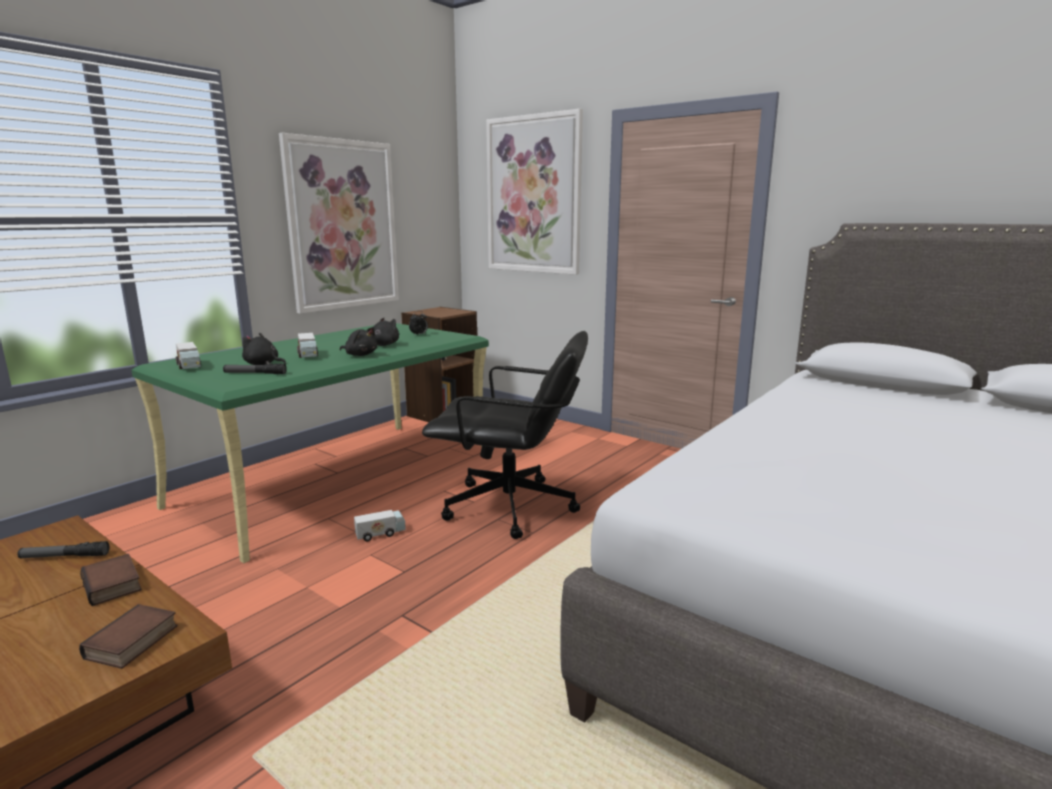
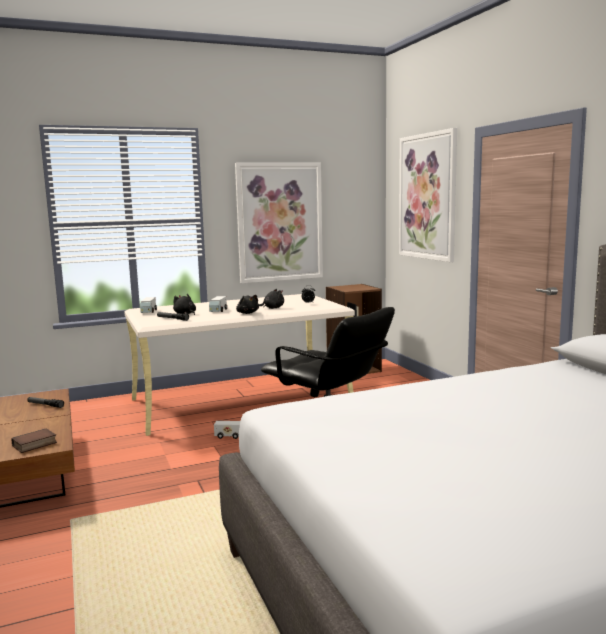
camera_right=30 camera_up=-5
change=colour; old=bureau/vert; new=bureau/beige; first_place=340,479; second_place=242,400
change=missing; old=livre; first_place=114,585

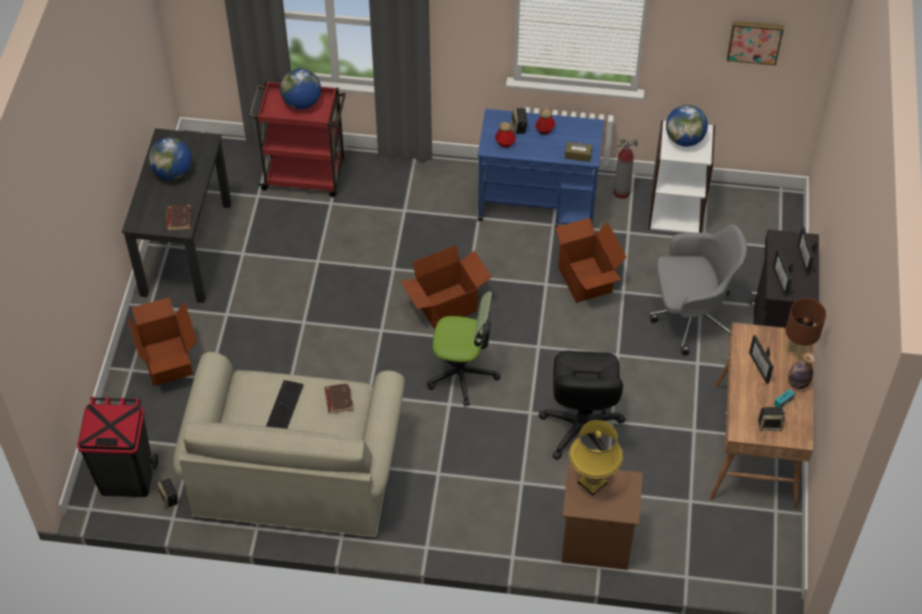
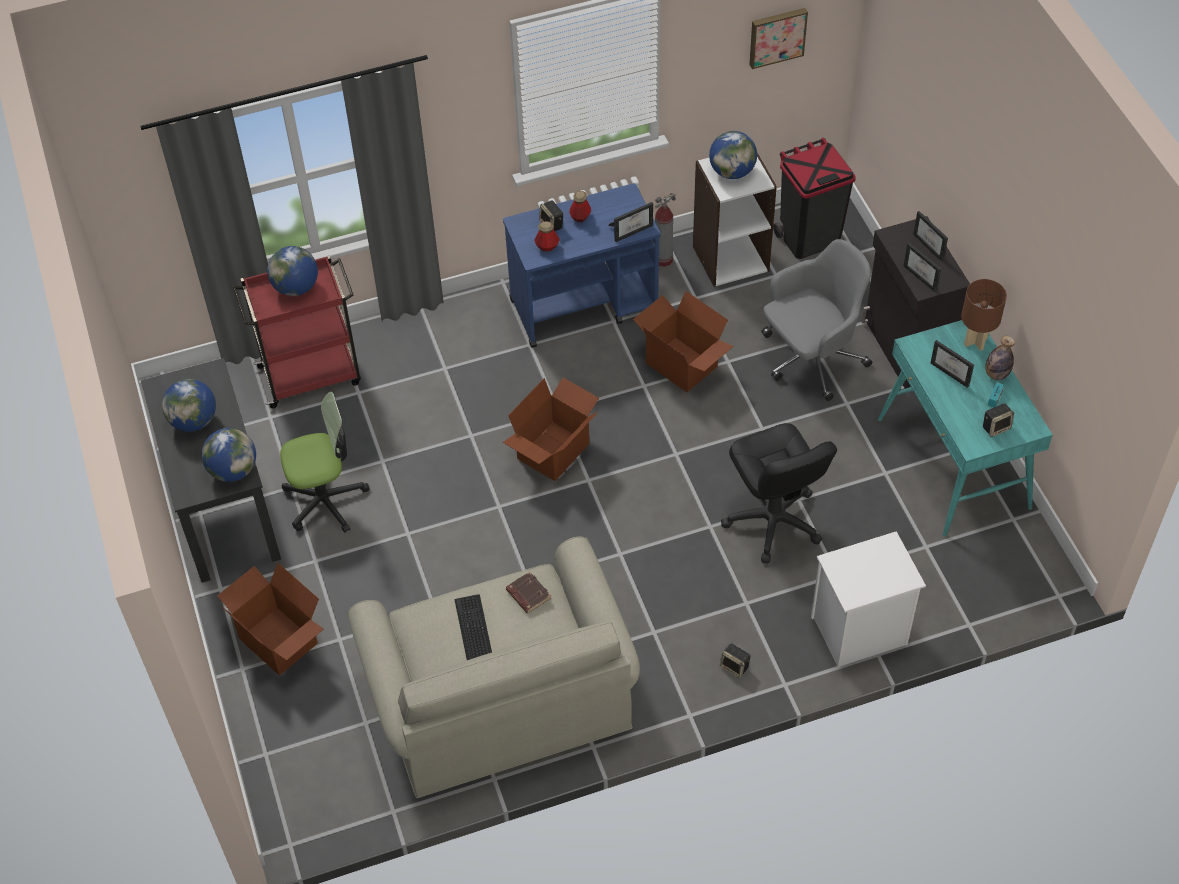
camera_right=-25 camera_up=0
change=exchanged; old=livre/marron; new=globe; first_place=178,219; second_place=233,470
change=relocated; old=chaise de bureau; first_place=462,374; second_place=325,500
change=exchanged; old=boîte à mouchoirs/marron; new=cadre photo; first_place=578,155; second_place=632,230
change=relocated; old=enceinte; first_place=169,498; second_place=735,667
change=relocated; old=poubelle/noir; first_place=127,478; second_place=808,238
change=colour; old=table de chevet/marron; new=table de chevet/blanc; first_place=595,543; second_place=859,632
change=colour; old=bureau/marron; new=bureau/turquoise; first_place=755,446; second_place=954,464
change=missing; old=lampe de table/jaune; first_place=592,482

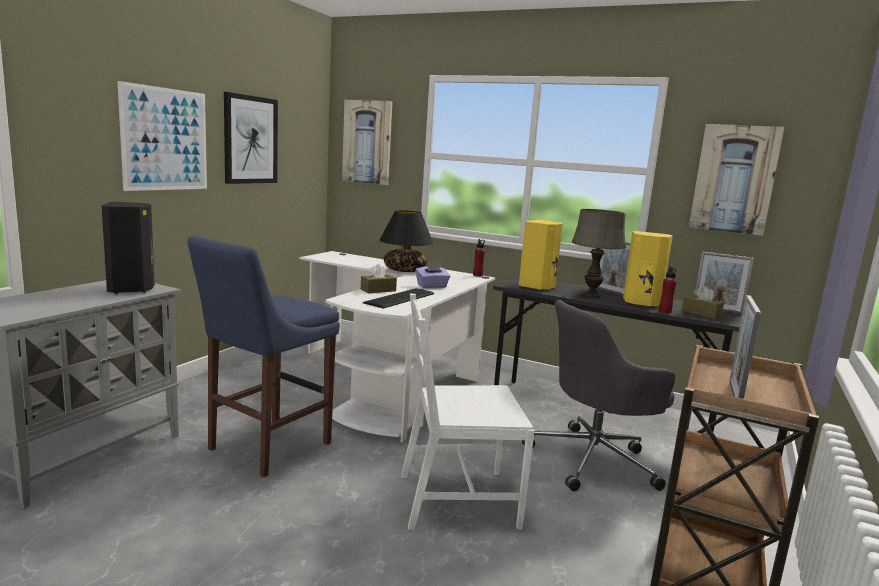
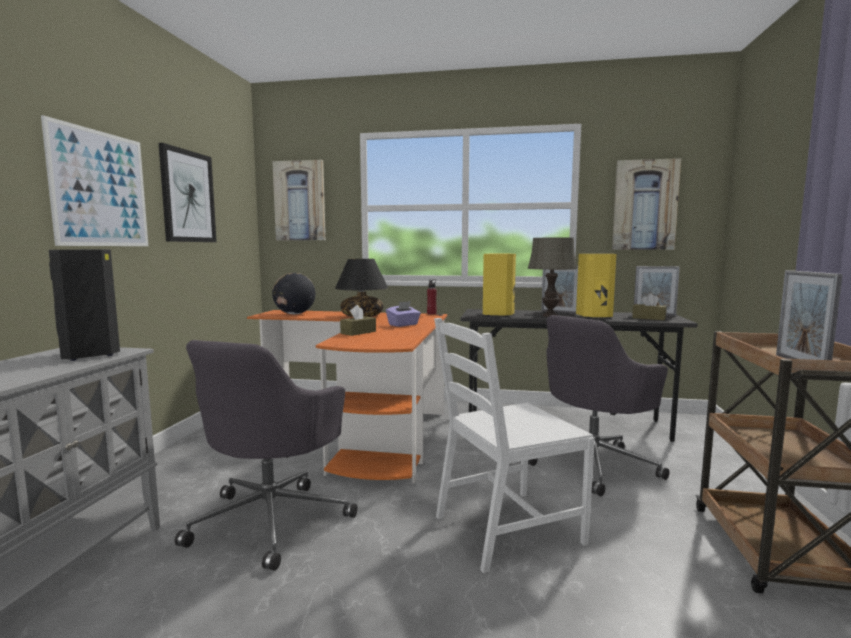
camera_right=-15 camera_up=-5
change=exchanged; old=tabouret/bleu; new=chaise de bureau/gris; first_place=265,448; second_place=272,519
change=colour; old=bureau/blanc; new=bureau/orange; first_place=393,381; second_place=365,427
change=appeared; new=globe; second_place=294,314
change=missing; old=clavier; first_place=402,298
change=missing; old=bouteille/rouge; first_place=665,311

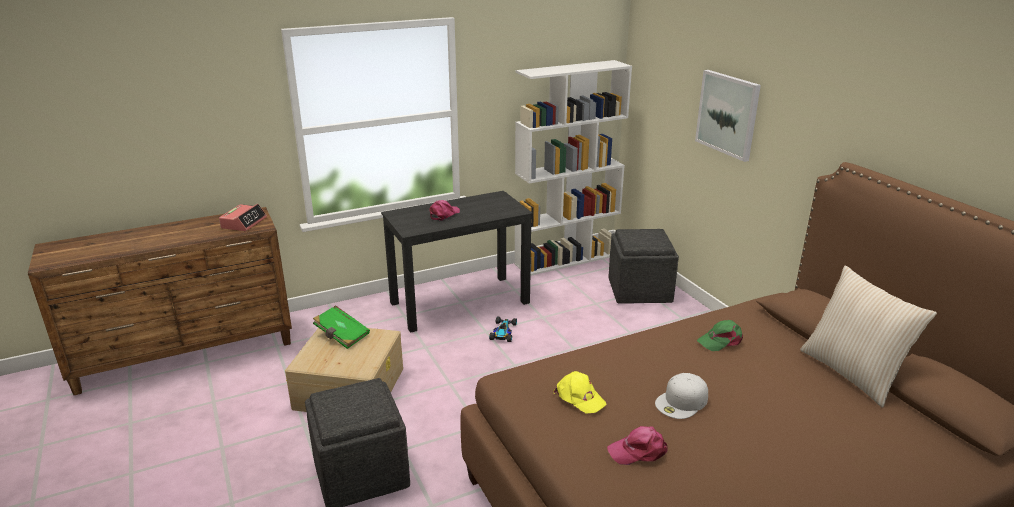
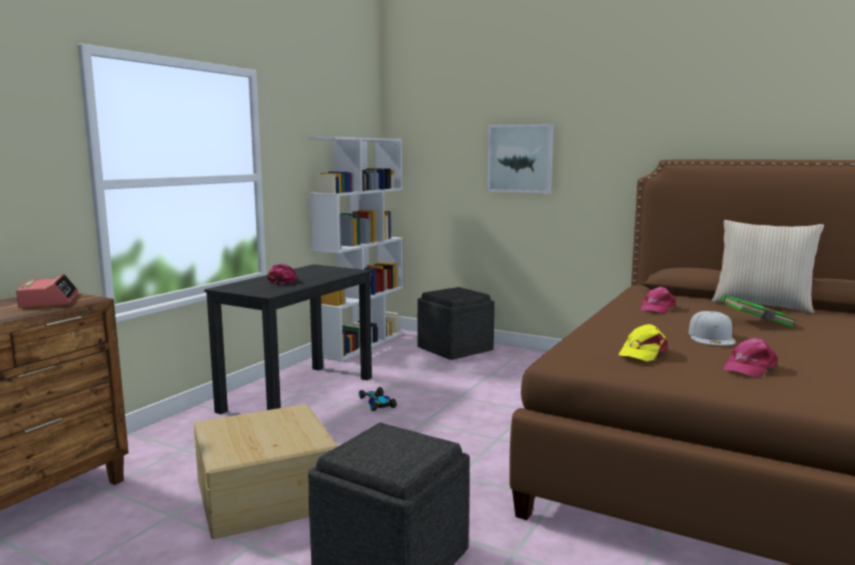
camera_right=-35 camera_up=-15
change=spun; old=casquette/jaune; first_place=579,397; second_place=642,352; degrees=120
change=colour; old=casquette/vert; new=casquette/rose; first_place=721,341; second_place=656,308
change=relocated; old=livre/vert; first_place=341,336; second_place=757,323

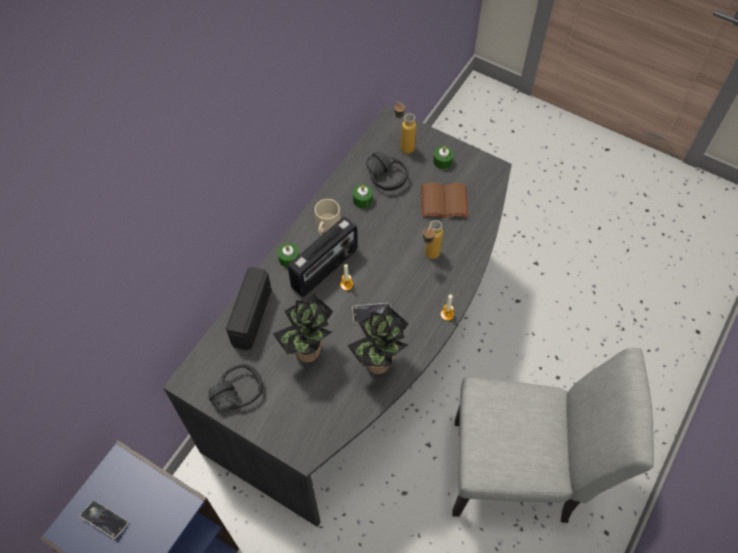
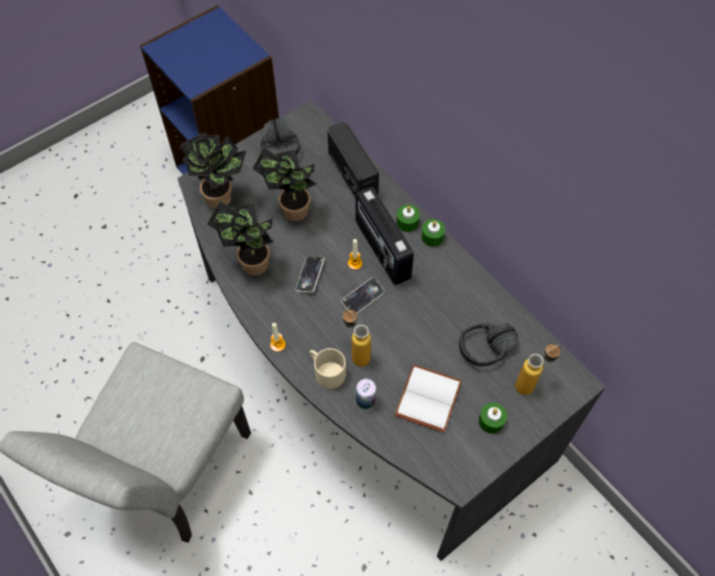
camera_right=110 camera_up=0
change=appeared; new=plante en pot; second_place=222,197
change=relocated; old=mug/beige; first_place=326,226; second_place=325,372
change=spun; old=radio; first_place=251,317; second_place=352,175; degrees=-150
change=relocated; old=téléphone; first_place=105,520; second_place=363,298
change=appeared; new=boîte métallique; second_place=365,402
change=colour; old=livre/marron; new=livre/blanc; first_place=443,203; second_place=426,397
change=relocated; old=bougie/vert; first_place=362,200; second_place=432,237

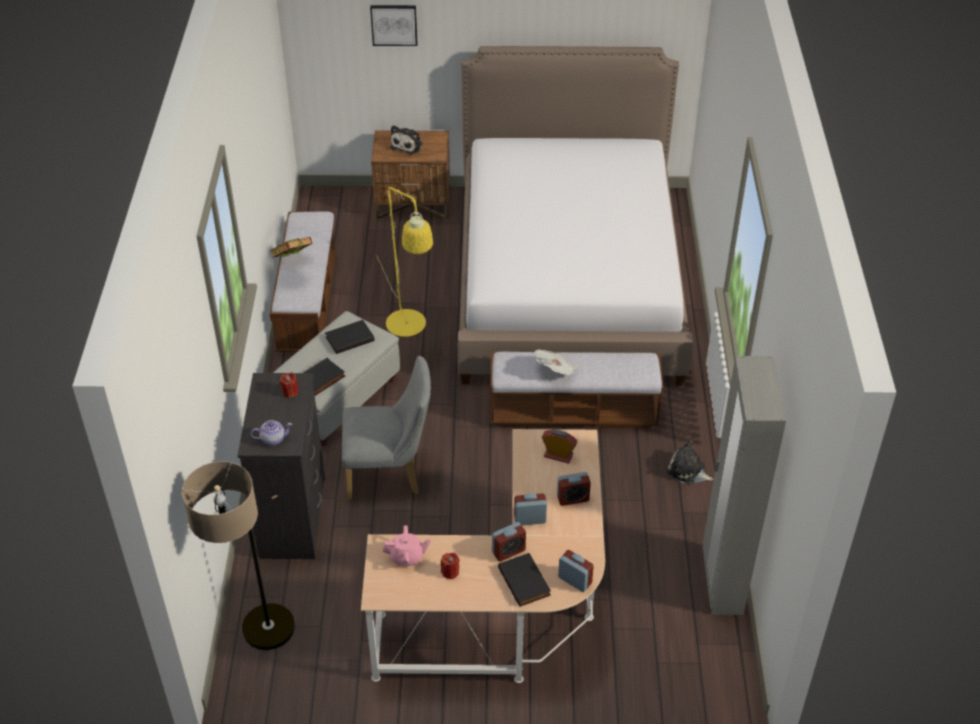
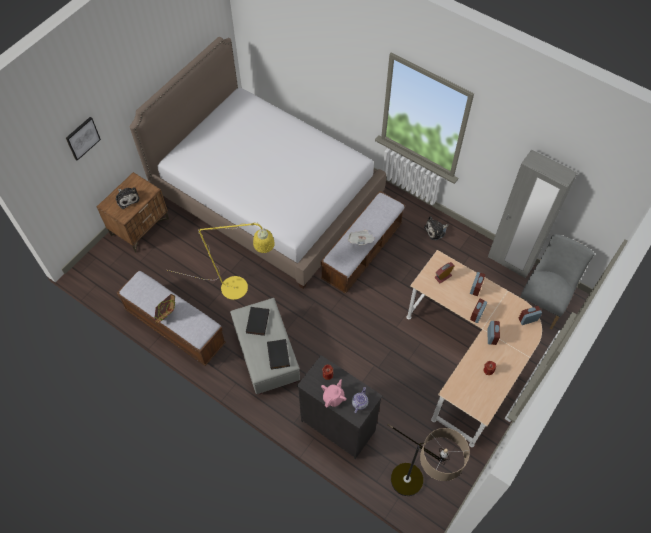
camera_right=-55 camera_up=15
change=relocated; old=théière/rose; first_place=407,557; second_place=333,397
change=relocated; old=chaise/gris; first_place=390,473; second_place=543,301
change=missing; old=livre/noir; first_place=525,581

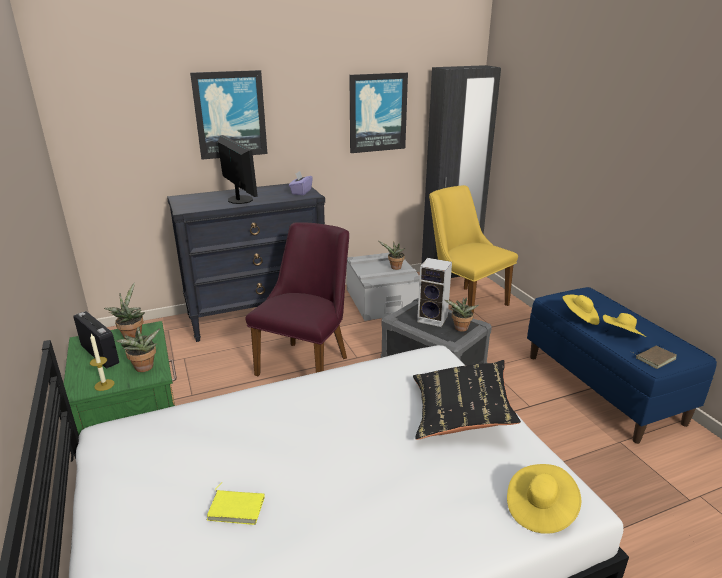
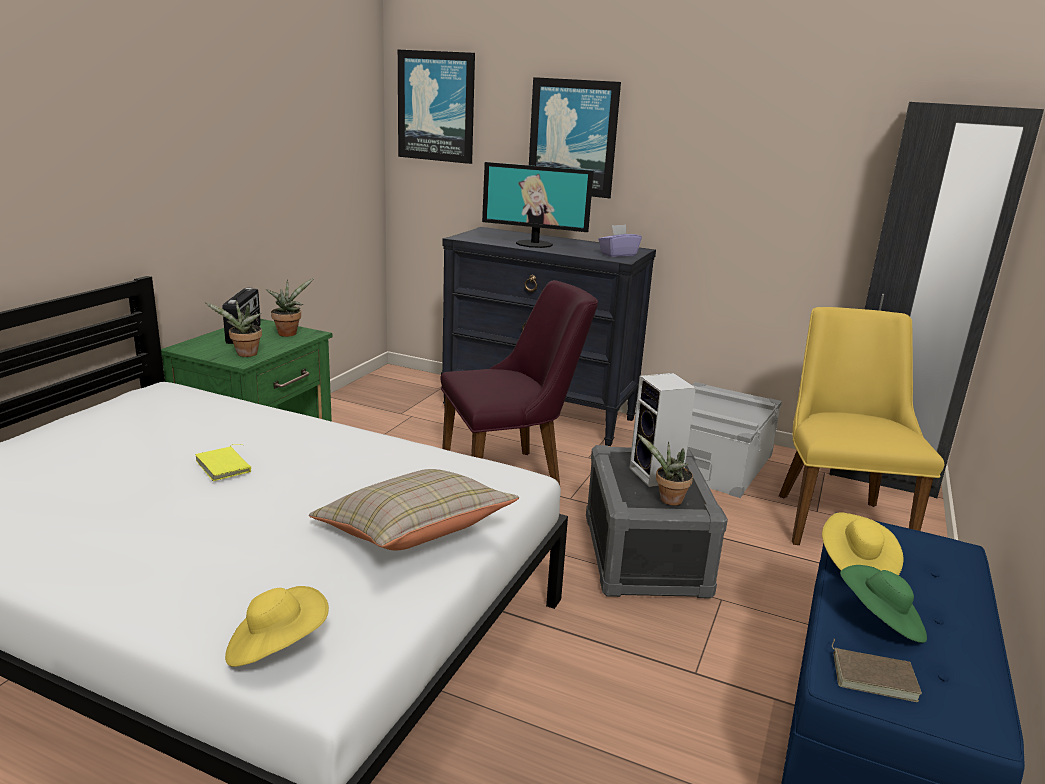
camera_right=45 camera_up=-5
change=relocated; old=livre/jaune; first_place=237,507; second_place=225,466
change=colour; old=coussin/noir; new=coussin/beige; first_place=460,414; second_place=412,535
change=relocated; old=tableau; first_place=377,113; second_place=436,106
change=spun; old=écran d'ordinateur; first_place=239,200; second_place=534,244; degrees=90
change=colour; old=chapeau/jaune; new=chapeau/vert; first_place=621,336; second_place=880,621
change=missing; old=bougie; first_place=104,385
change=missing; old=plante en pot; first_place=394,268

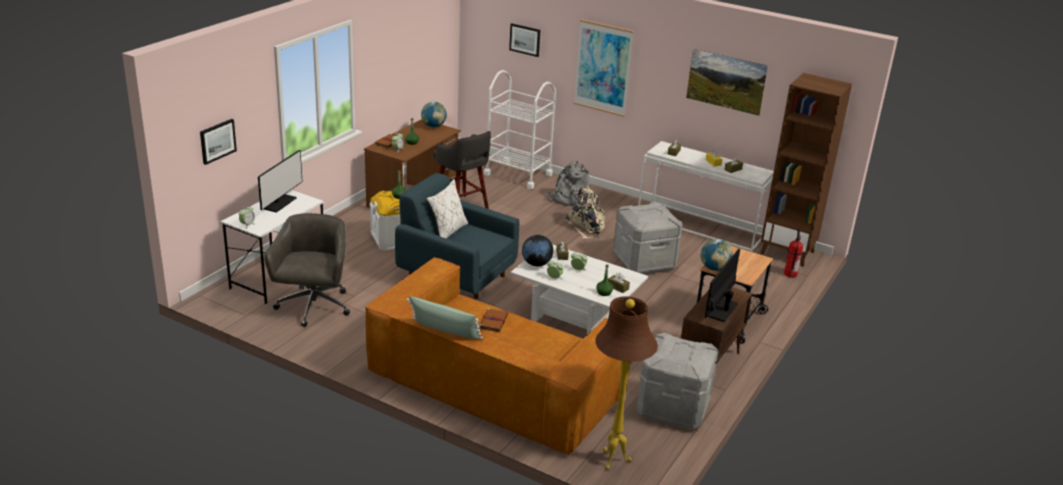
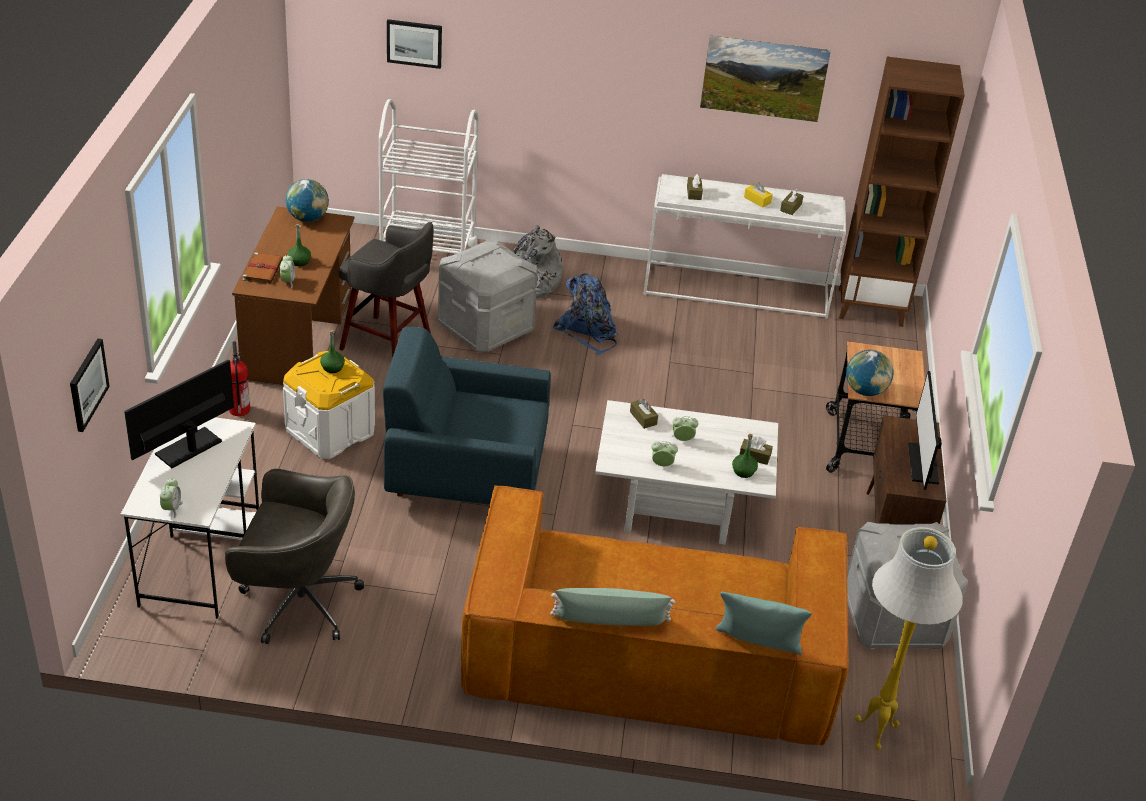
camera_right=-25 camera_up=10
change=spun; old=écran d'ordinateur; first_place=279,203; second_place=188,448; degrees=-135
change=spun; old=chaise de bureau/gris; first_place=313,307; second_place=297,602; degrees=120
change=relocated; old=extincteur; first_place=790,273; second_place=239,409
change=relocated; old=boîte de rangement/gris; first_place=644,261; second_place=485,328
change=colour; old=sac à dos/beige; new=sac à dos/bleu; first_place=586,227; second_place=588,332
change=appeared; new=coussin/turquoise; second_place=756,650
change=colour; old=lampadaire/marron; new=lampadaire/blanc; first_place=612,460; second_place=874,731
change=missing; old=coussin/blanc; first_place=447,231
change=missing; old=livre/marron; first_place=493,321
change=missing; old=globe; first_place=536,264
change=missing; old=tableau; first_place=603,68

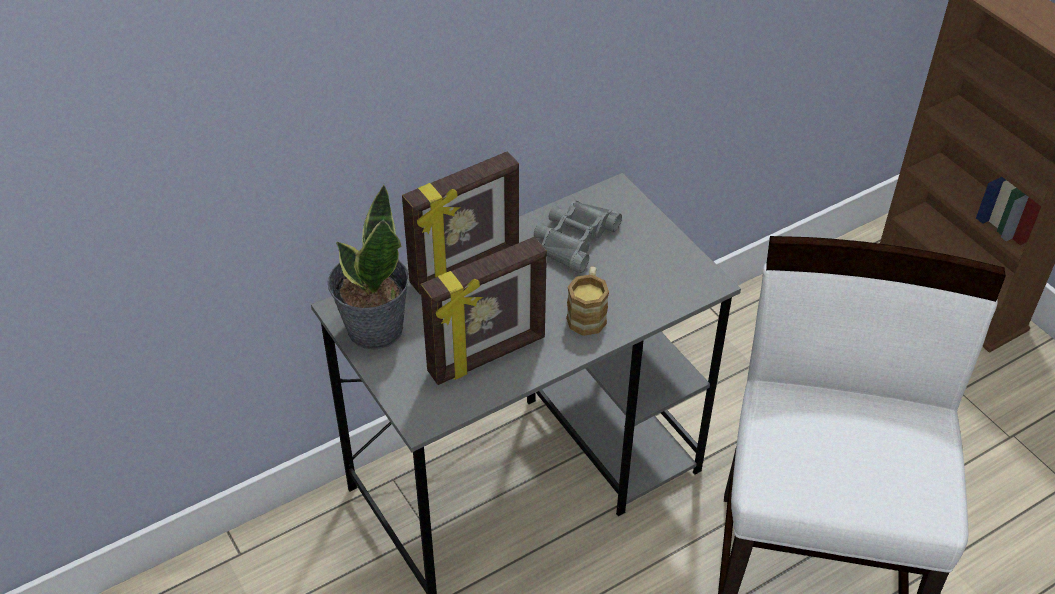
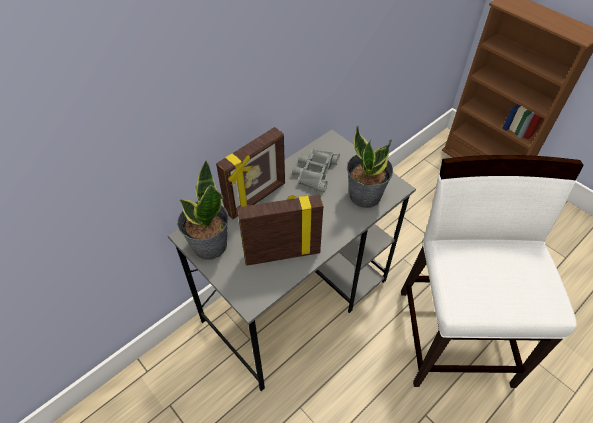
camera_right=-10 camera_up=5
change=spun; old=cadre photo; first_place=487,356; second_place=282,253; degrees=-150
change=appeared; new=plante en pot; second_place=365,195
change=missing; old=mug; first_place=587,313

